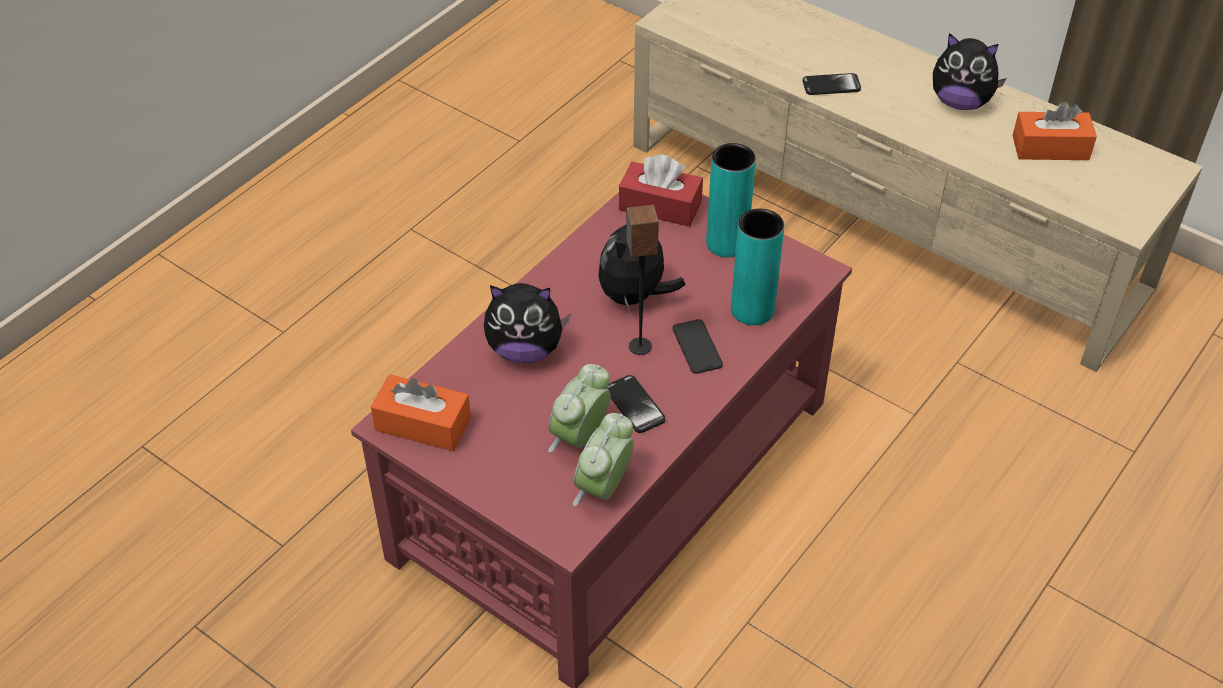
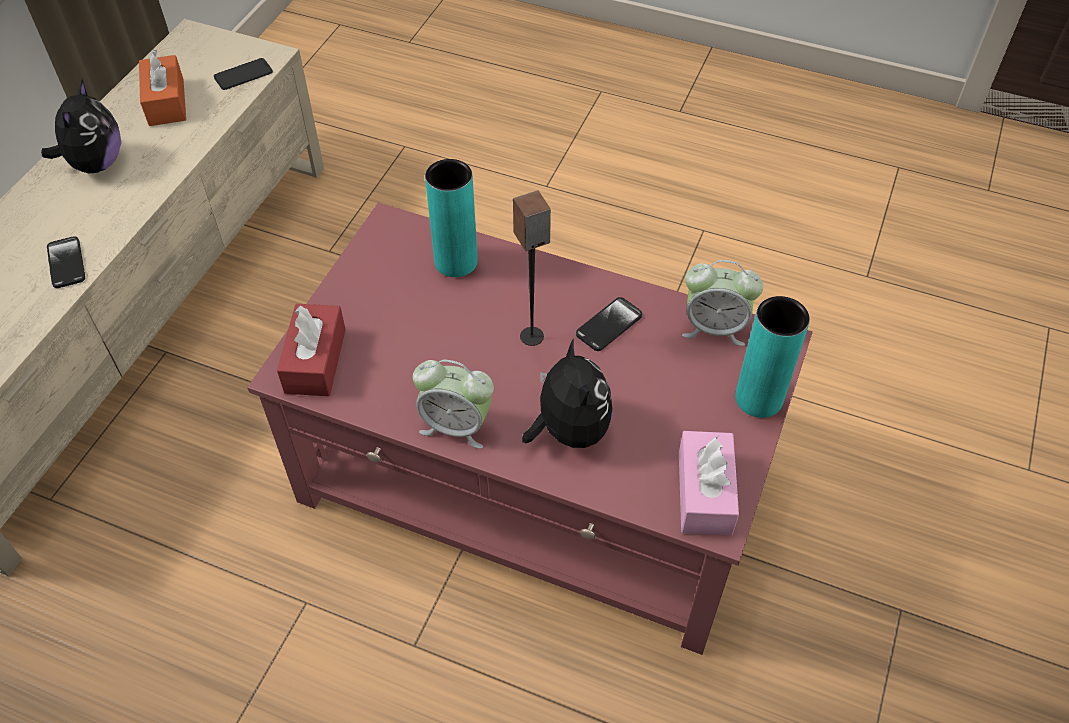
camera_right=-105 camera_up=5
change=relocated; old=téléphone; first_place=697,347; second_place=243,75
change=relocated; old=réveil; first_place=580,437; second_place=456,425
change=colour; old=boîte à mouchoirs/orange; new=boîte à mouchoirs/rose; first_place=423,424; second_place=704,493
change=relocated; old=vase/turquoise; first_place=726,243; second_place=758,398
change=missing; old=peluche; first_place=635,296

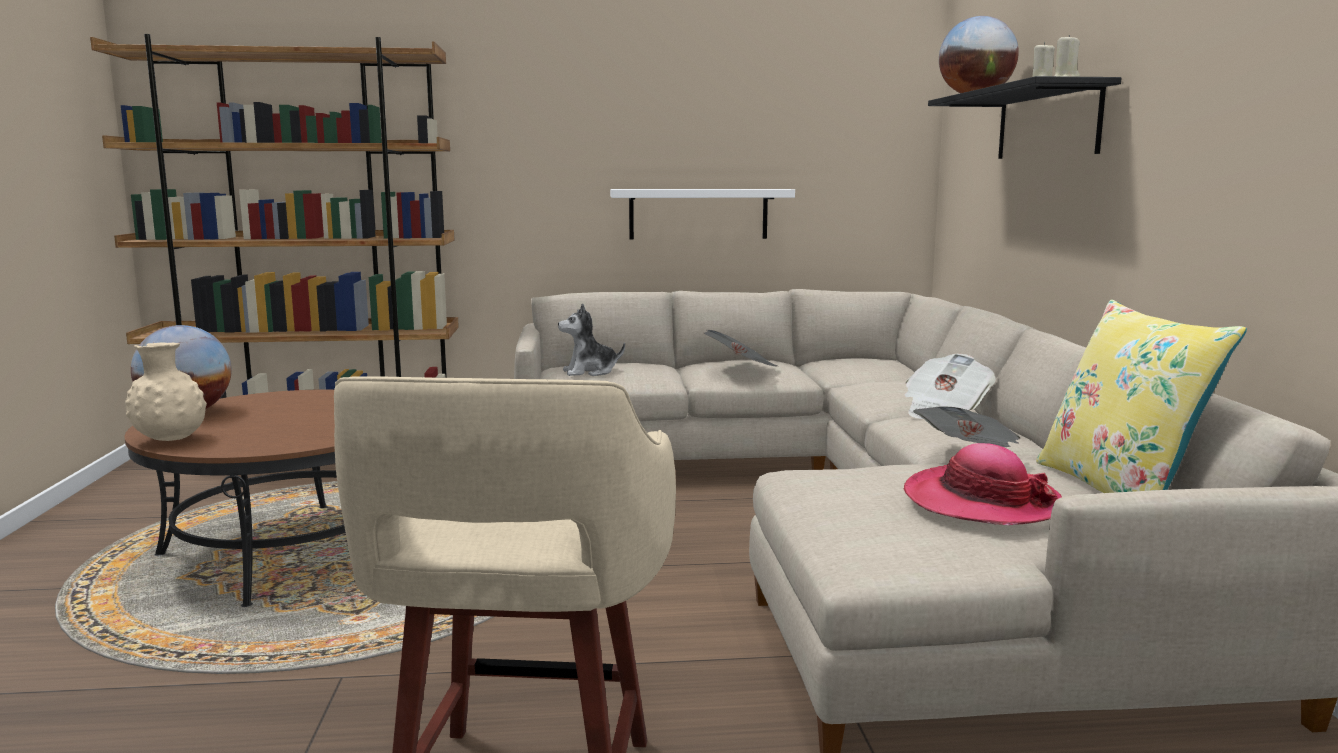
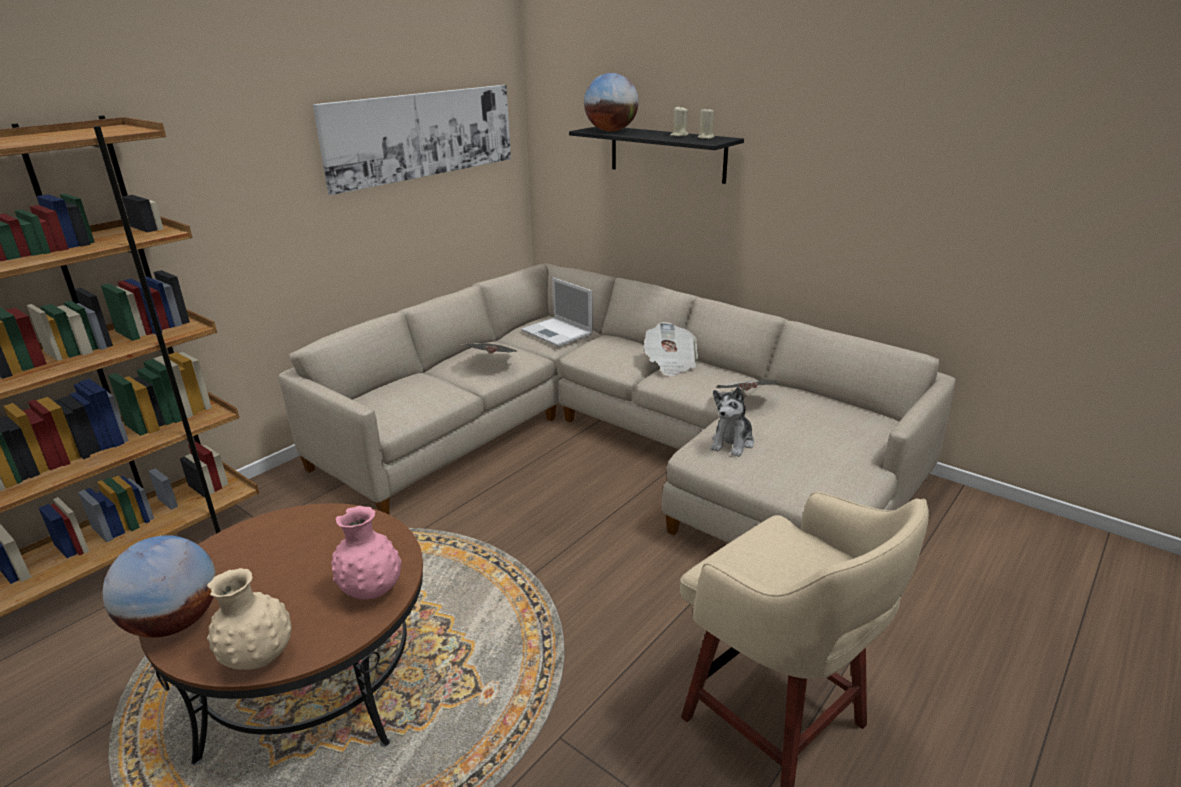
camera_right=-45 camera_up=15
change=appeared; new=tableau; second_place=422,135
change=appeared; new=vase/rose; second_place=371,591
change=appeared; new=ordinateur portable; second_place=558,333
change=relocated; old=peluche; first_place=590,372; second_place=732,443
change=missing; old=étagère/blanc; first_place=698,214
change=missing; old=chapeau; first_place=981,502
change=missing; old=coussin/jaune; first_place=1119,490

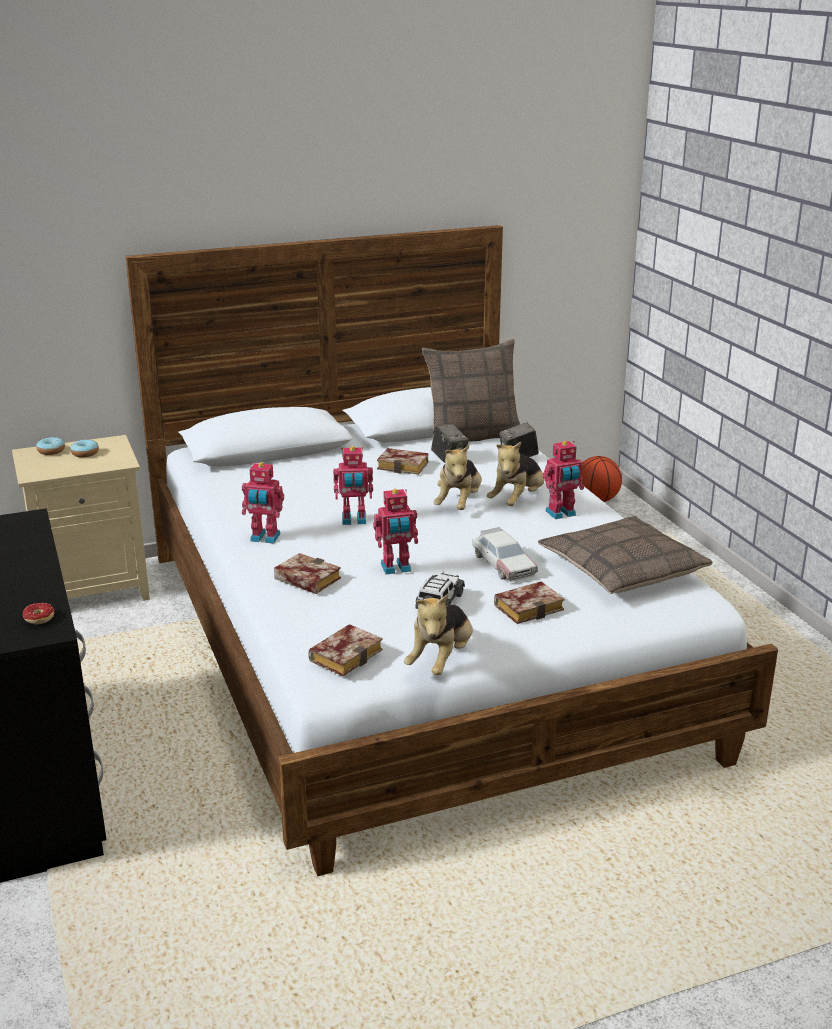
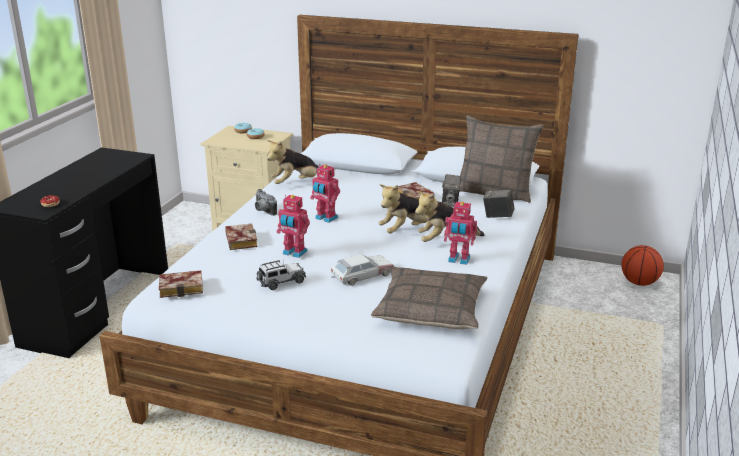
camera_right=40 camera_up=0
change=exchanged; old=robot jouet; new=appareil photo; first_place=264,538; second_place=263,211
change=relocated; old=peluche; first_place=441,660; second_place=296,183
change=spun; old=petite voiture; first_place=503,564; second_place=362,275; degrees=-135
change=missing; old=livre; first_place=529,607

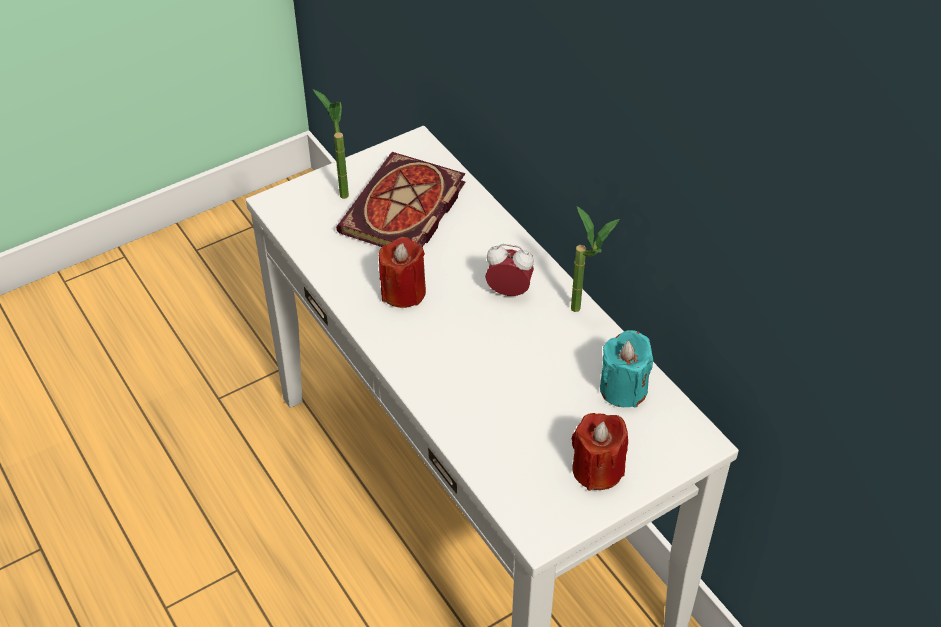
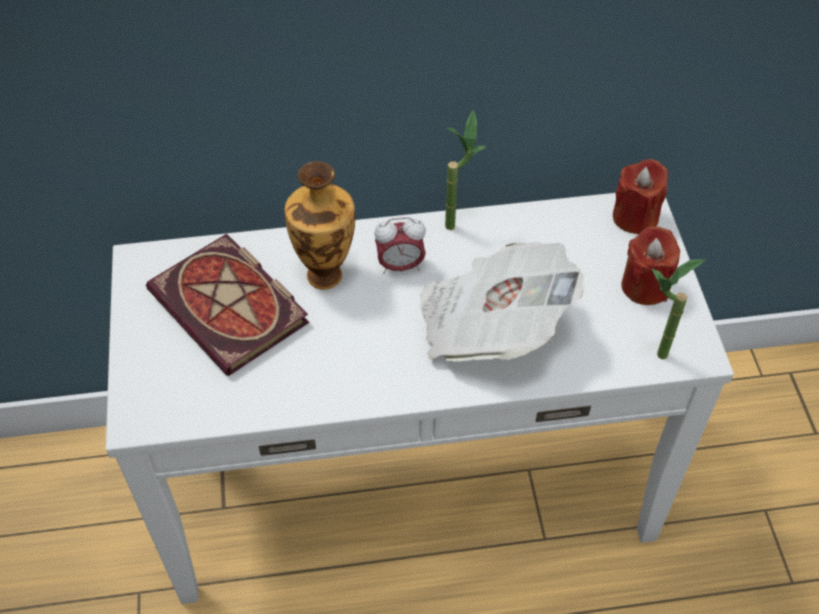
camera_right=-65 camera_up=5
change=appeared; new=vase; second_place=326,273
change=spun; old=réveil; first_place=509,291; second_place=400,266; degrees=-135
change=appeared; new=journal; second_place=491,325
change=relocated; old=bougie/rouge; first_place=403,292; second_place=635,217
change=relocated; old=plante en pot; first_place=339,190; second_place=651,356
change=missing; old=bougie/turquoise; first_place=623,389

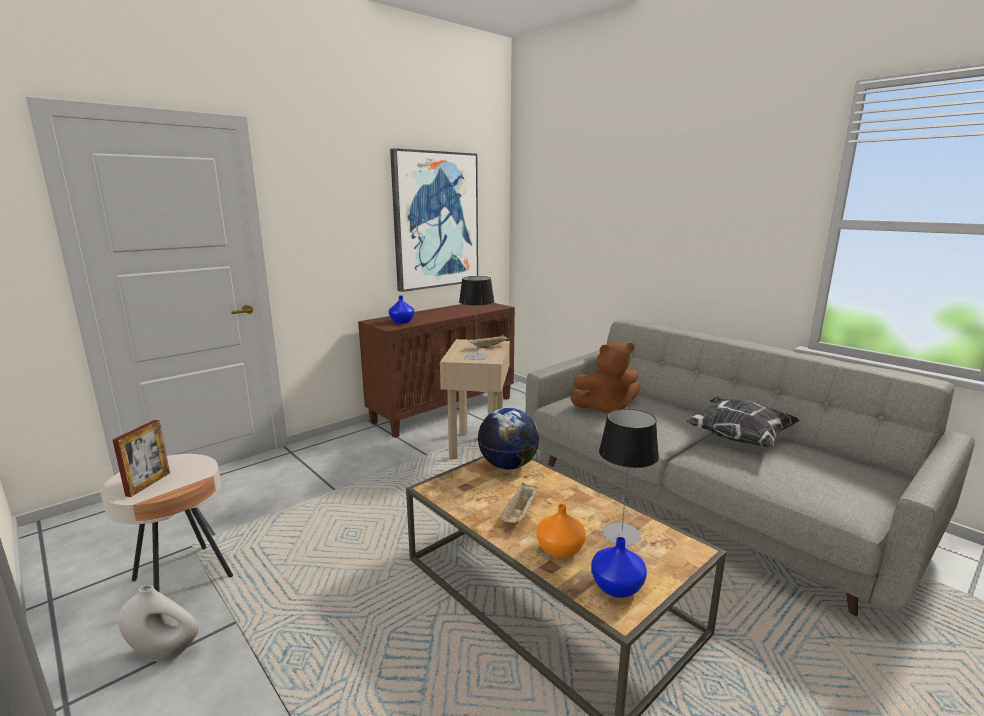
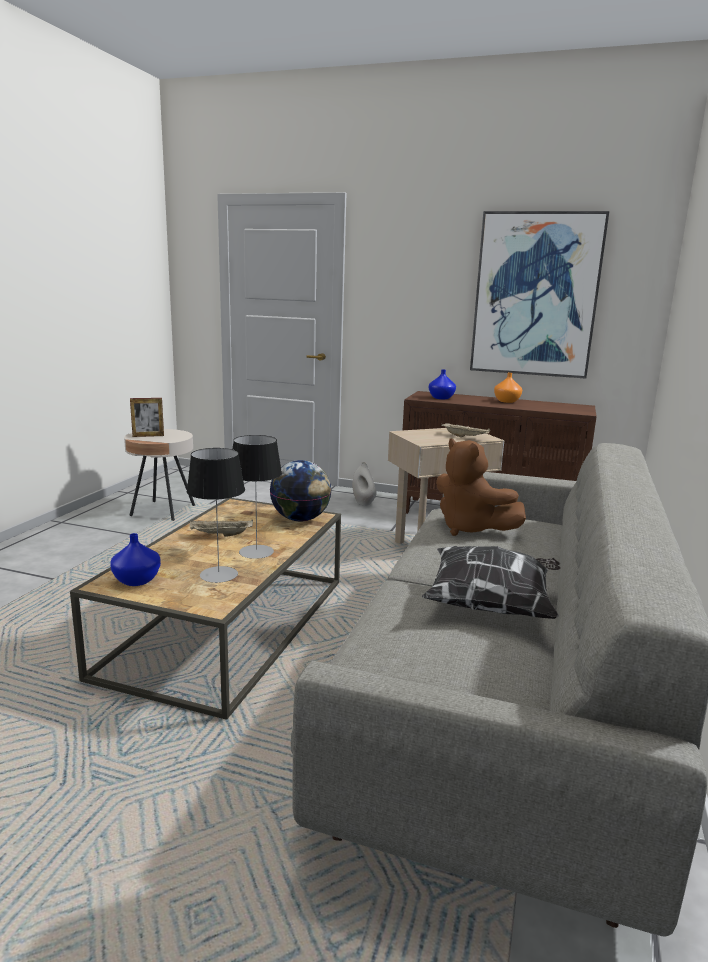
camera_right=60 camera_up=0
change=relocated; old=lampe de table; first_place=477,356; second_place=256,552
change=relocated; old=vase/blanc; first_place=165,652; second_place=363,502
change=relocated; old=vase/orange; first_place=559,549; second_place=507,401

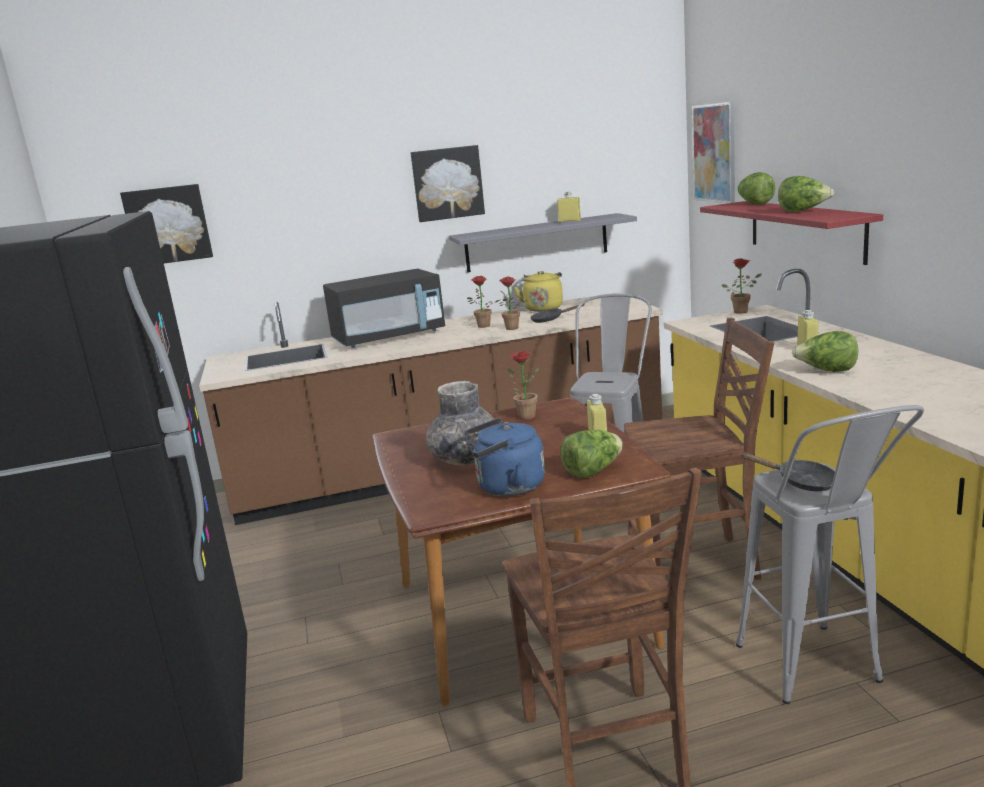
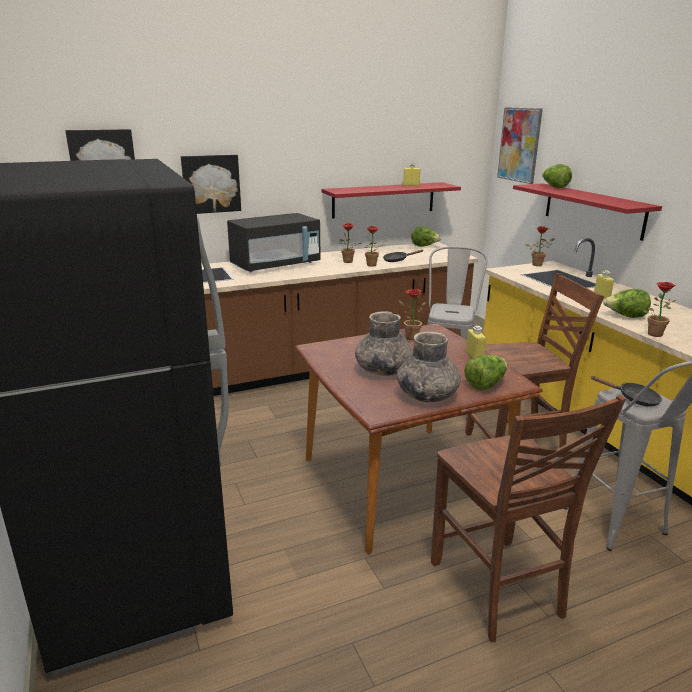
camera_right=-10 camera_up=5
change=relocated; old=tableau; first_place=447,183; second_place=211,184
change=colour; old=étagère/gris; new=étagère/rouge; first_place=536,243; second_place=383,200
change=exchanged; old=bouilloire/bleu; new=vase/gris; first_place=506,487; second_place=427,395
change=relocated; old=laitue; first_place=802,211; second_place=424,246
change=appeared; new=plante en pot; second_place=653,333
change=missing; old=bouilloire/jaune; first_place=543,308

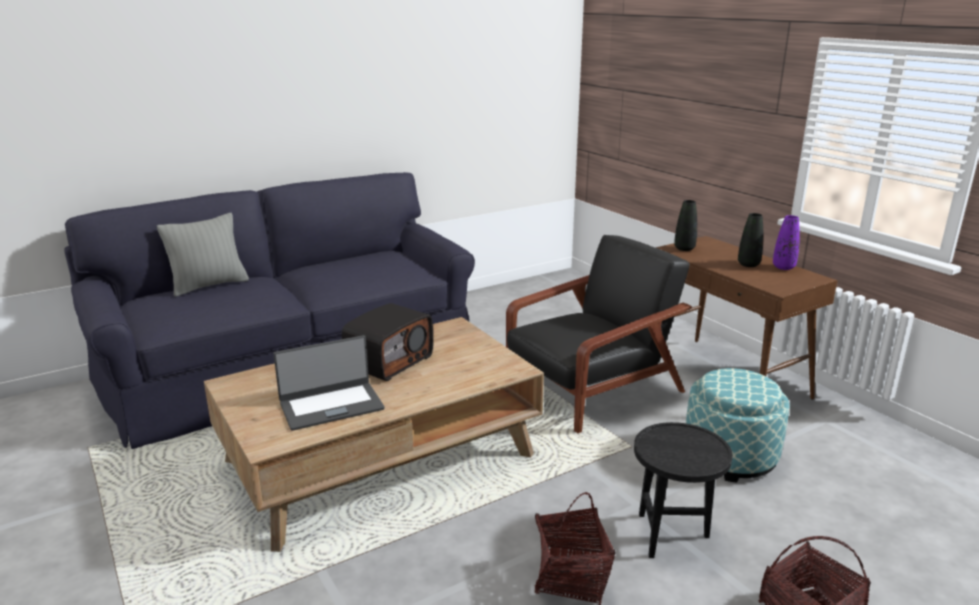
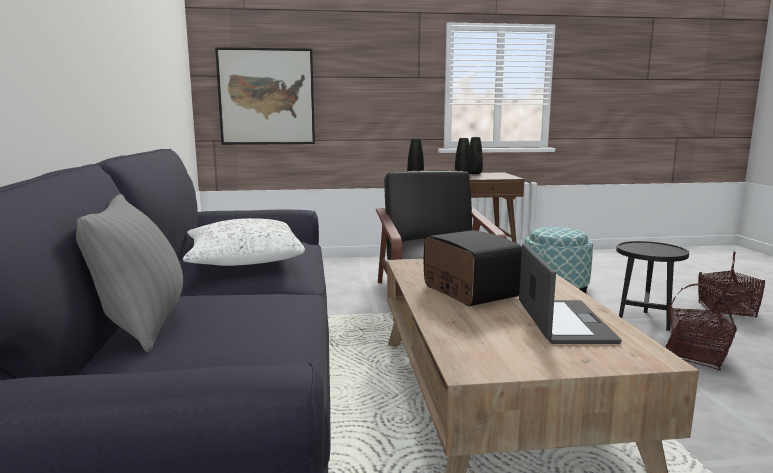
camera_right=-65 camera_up=-10
change=appeared; new=coussin/blanc; second_place=243,259
change=appeared; new=tableau; second_place=266,97
change=colour; old=vase/violet; new=vase/noir; first_place=783,267; second_place=474,173

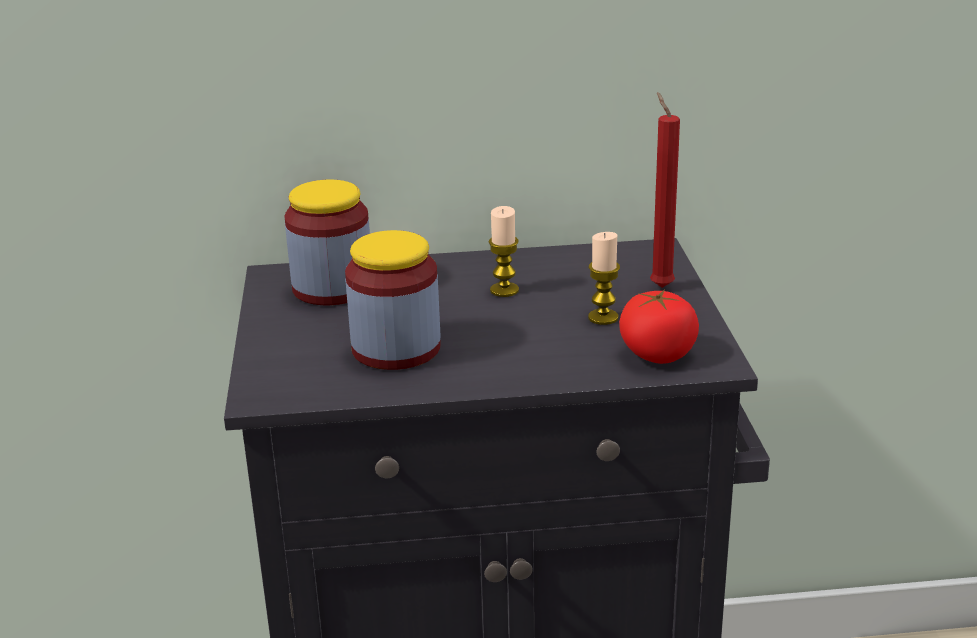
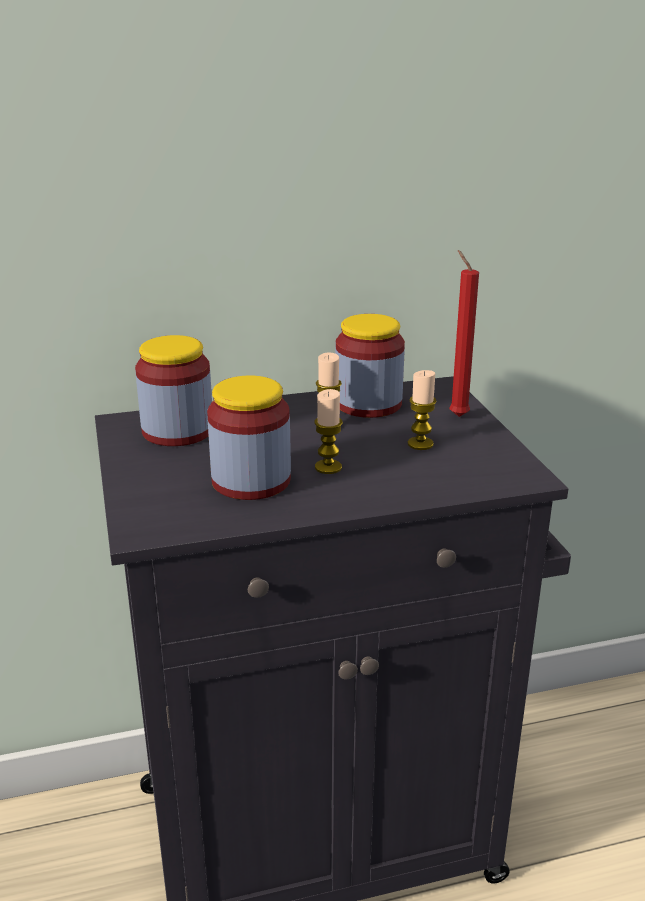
camera_right=-10 camera_up=0
change=appeared; new=bougie; second_place=328,467
change=appeared; new=bocal; second_place=368,404
change=missing; old=tomate; first_place=657,354

